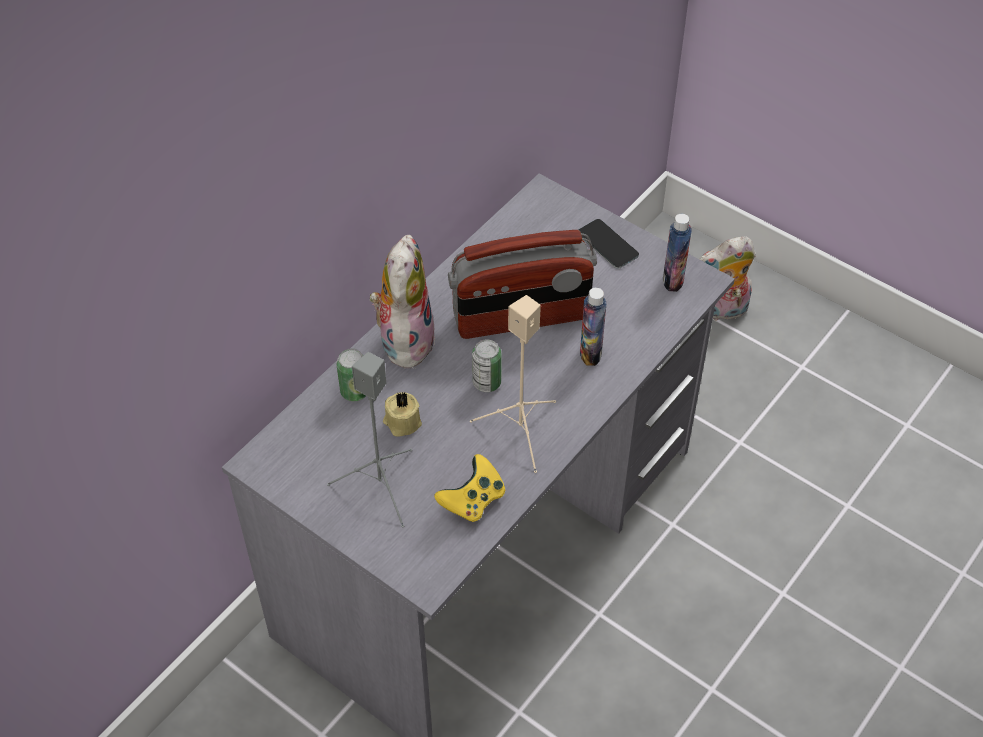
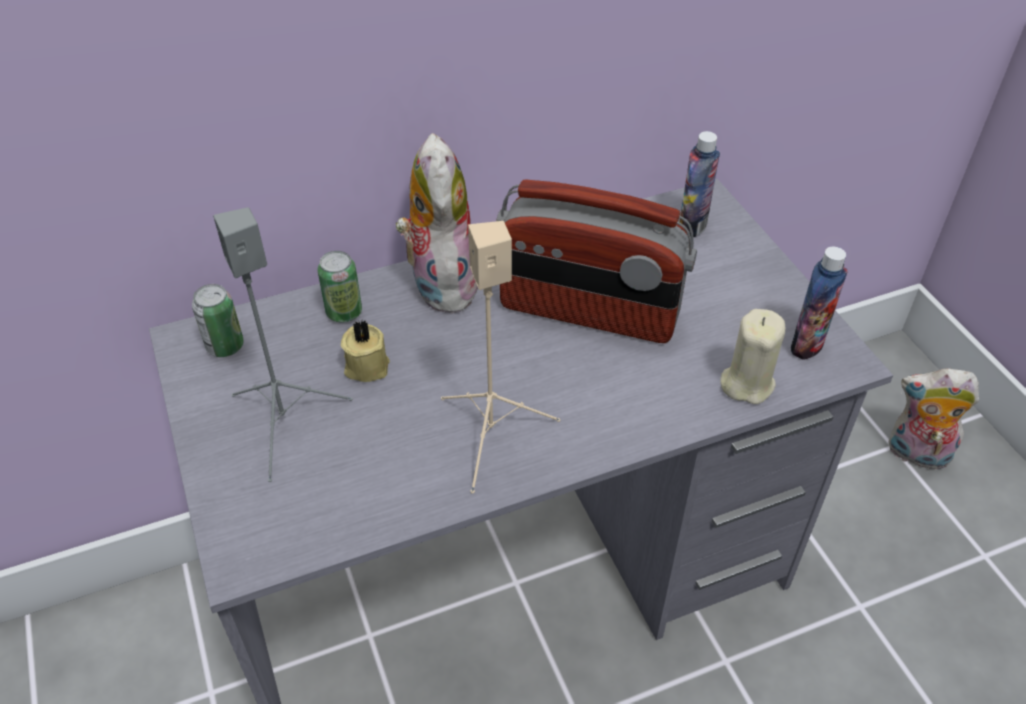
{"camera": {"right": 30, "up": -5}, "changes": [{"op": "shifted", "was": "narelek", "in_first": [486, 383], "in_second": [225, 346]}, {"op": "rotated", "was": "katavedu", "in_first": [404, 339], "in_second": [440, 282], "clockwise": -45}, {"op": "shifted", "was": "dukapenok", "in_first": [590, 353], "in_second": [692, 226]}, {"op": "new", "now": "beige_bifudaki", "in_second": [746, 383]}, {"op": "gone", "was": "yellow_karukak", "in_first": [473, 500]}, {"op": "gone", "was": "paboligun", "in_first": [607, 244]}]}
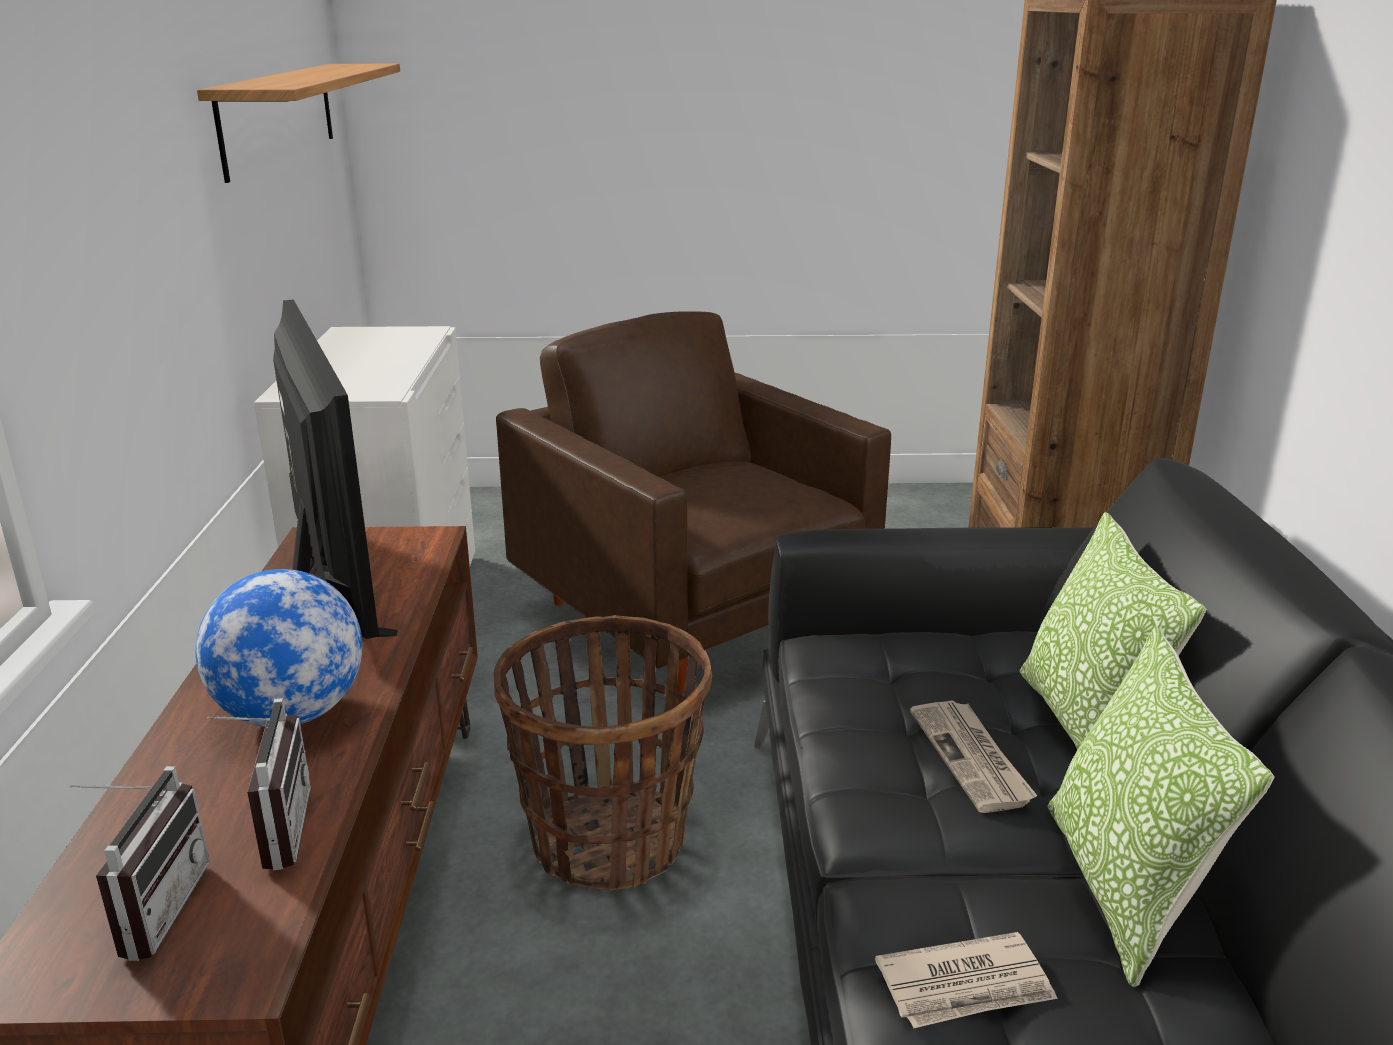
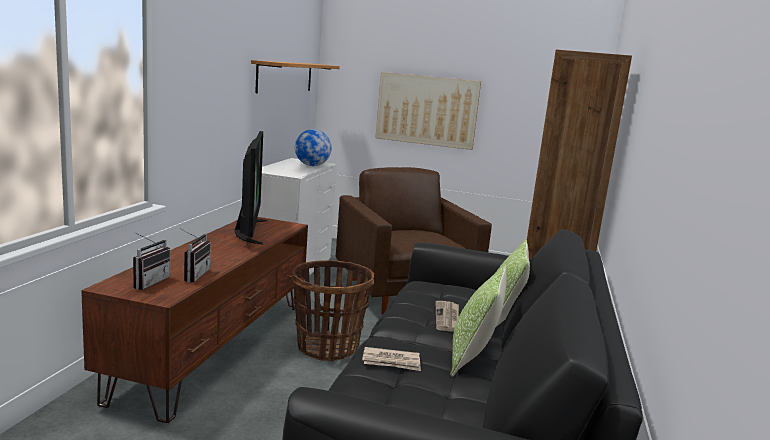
{"camera": {"right": 15, "up": -10}, "changes": [{"op": "shifted", "was": "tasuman", "in_first": [292, 714], "in_second": [312, 165]}, {"op": "new", "now": "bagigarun", "in_second": [427, 110]}]}
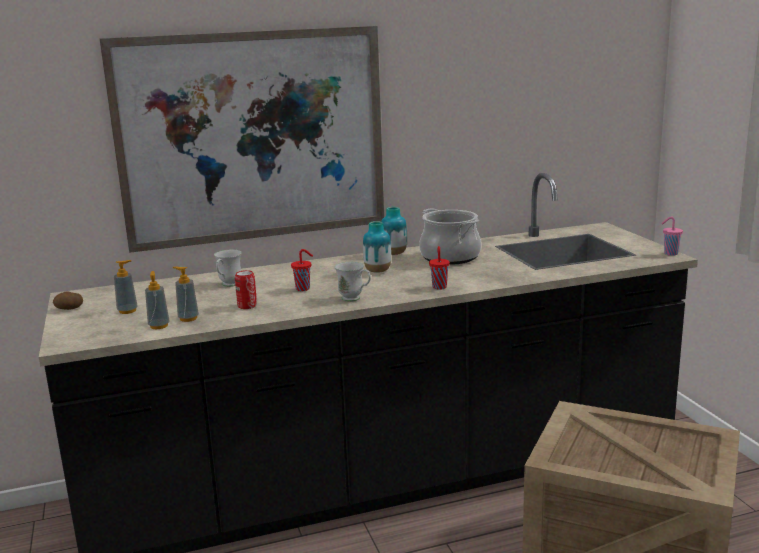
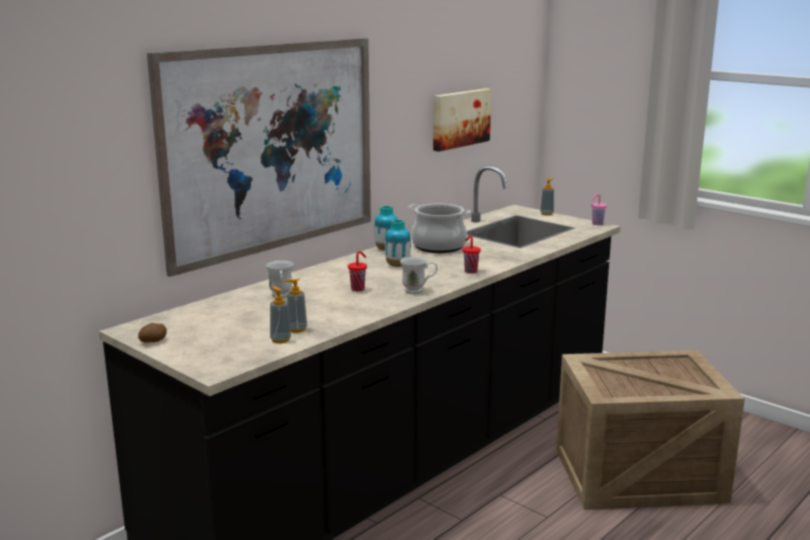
{"camera": {"right": -30, "up": 0}, "changes": [{"op": "new", "now": "bagigarun", "in_second": [459, 118]}, {"op": "shifted", "was": "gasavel", "in_first": [127, 311], "in_second": [546, 214]}, {"op": "gone", "was": "narelek", "in_first": [247, 306]}]}
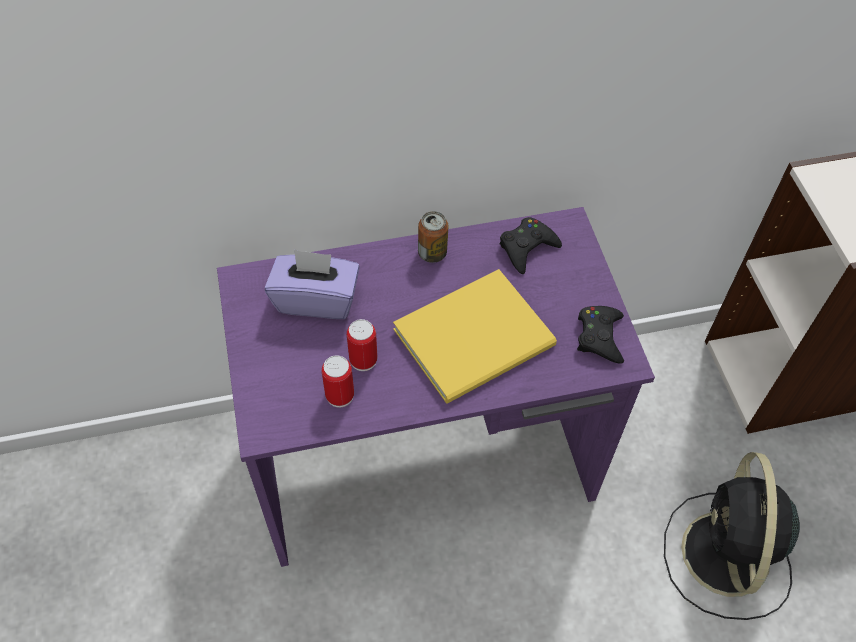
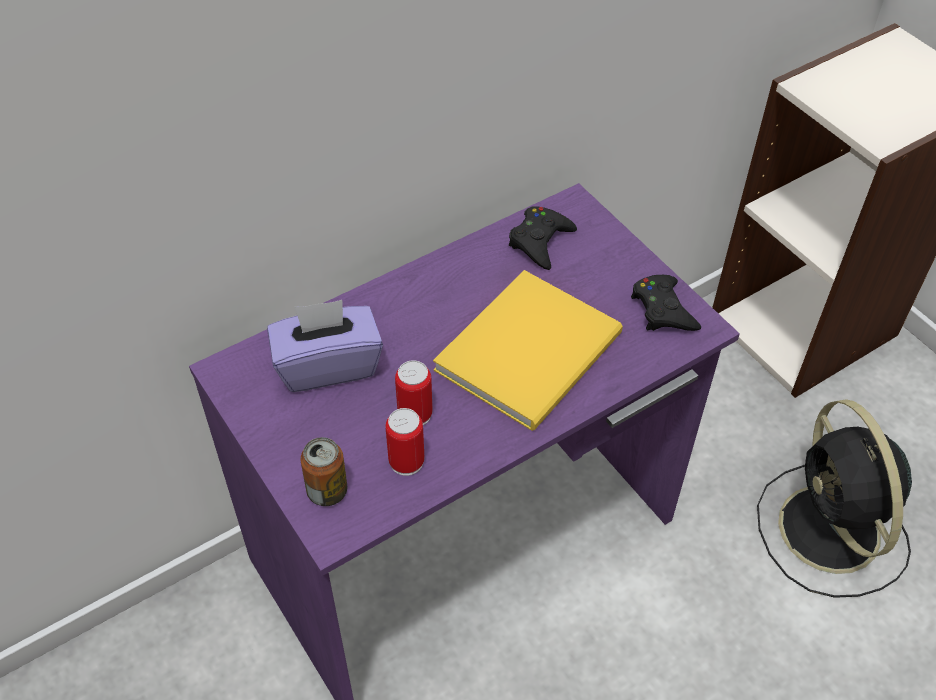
{"camera": {"right": -20, "up": -5}, "changes": [{"op": "shifted", "was": "narelek", "in_first": [432, 253], "in_second": [327, 491]}]}
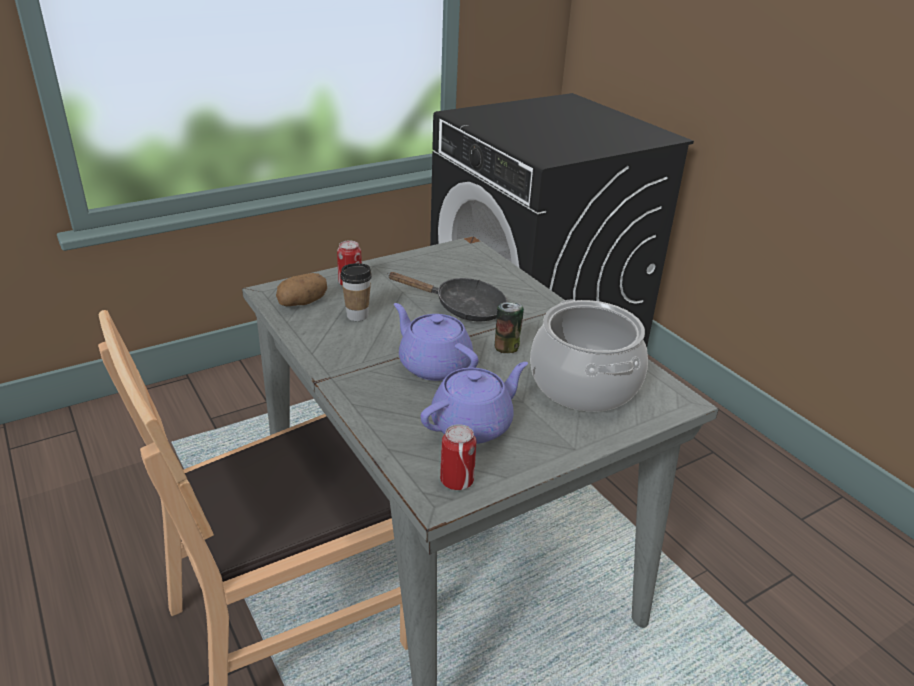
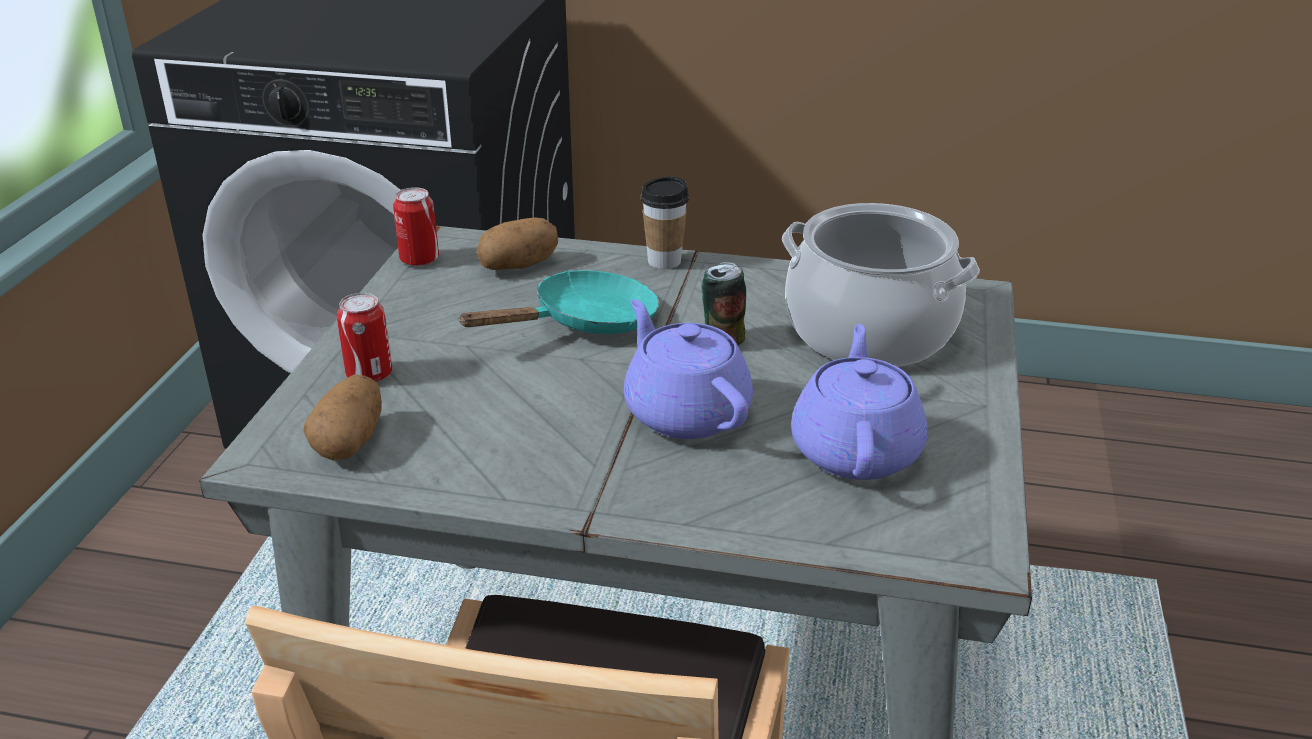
{"camera": {"right": -45, "up": 0}, "changes": [{"op": "shifted", "was": "narelek", "in_first": [457, 481], "in_second": [419, 259]}, {"op": "repainted", "was": "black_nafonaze", "now": "turquoise_nafonaze", "in_first": [462, 308], "in_second": [585, 323]}, {"op": "new", "now": "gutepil", "in_second": [518, 265]}, {"op": "rotated", "was": "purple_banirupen", "in_first": [433, 365], "in_second": [685, 411], "clockwise": 60}, {"op": "shifted", "was": "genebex", "in_first": [357, 315], "in_second": [664, 261]}]}
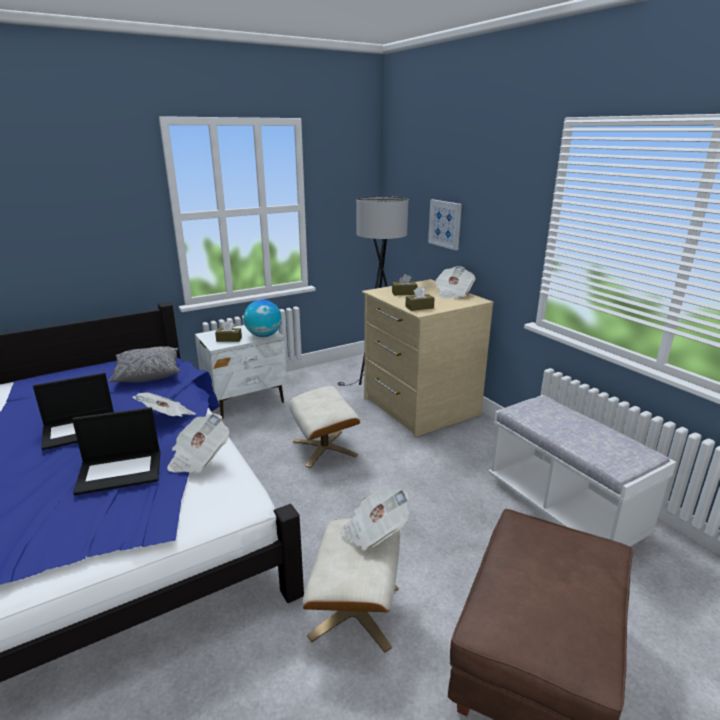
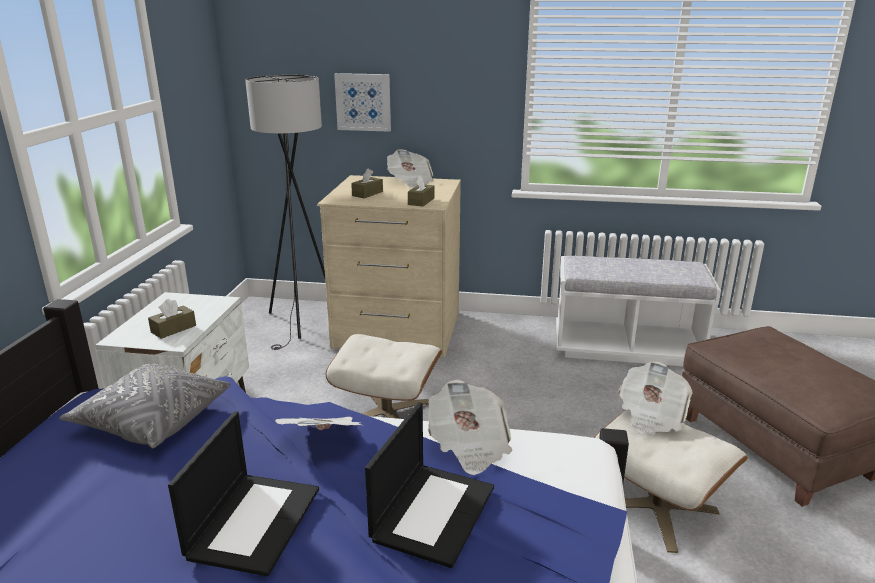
{"camera": {"right": -50, "up": 0}, "changes": [{"op": "gone", "was": "tasuman", "in_first": [264, 335]}]}
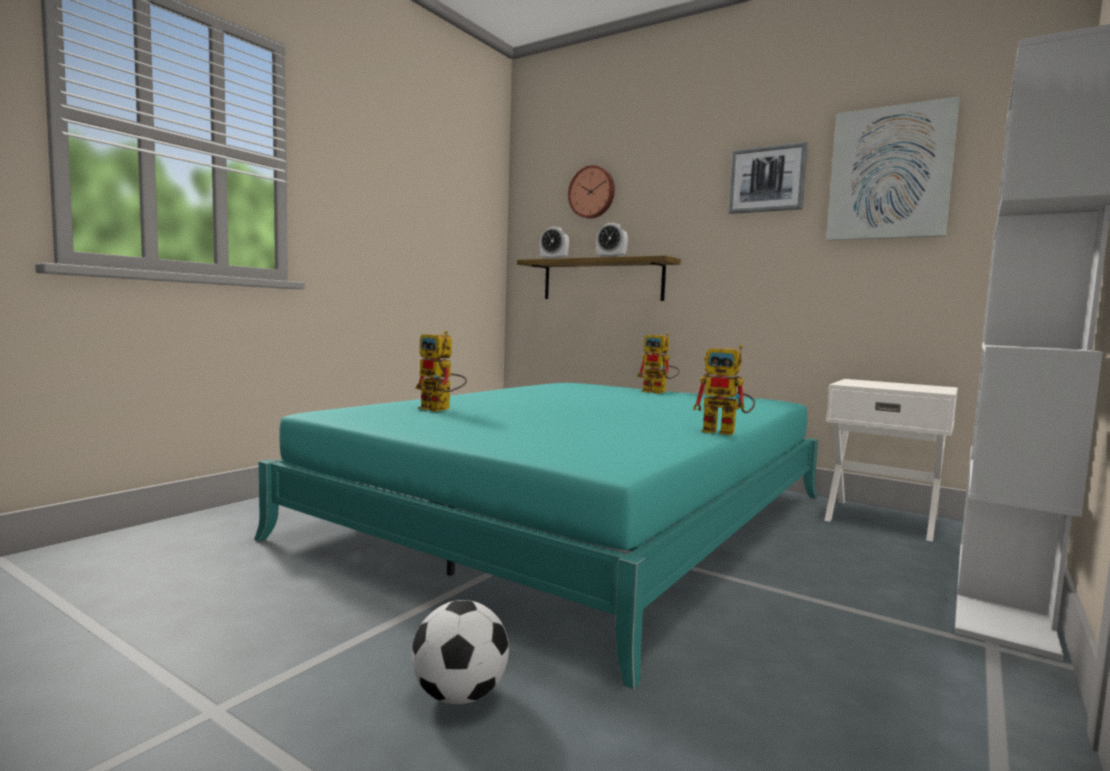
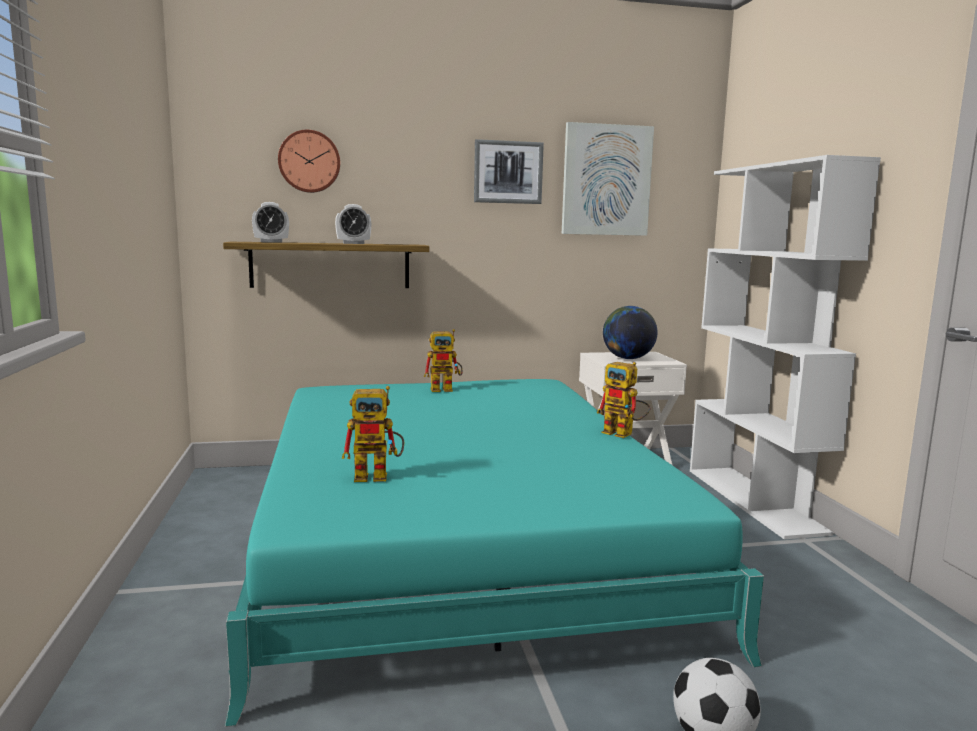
{"camera": {"right": -45, "up": 5}, "changes": [{"op": "rotated", "was": "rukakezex", "in_first": [726, 432], "in_second": [624, 434], "clockwise": 60}, {"op": "new", "now": "tasuman", "in_second": [627, 358]}]}
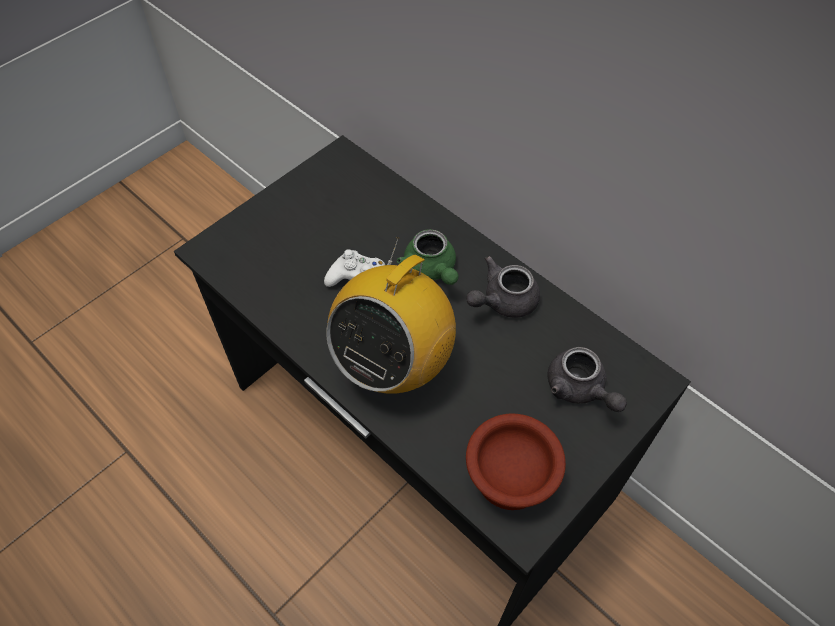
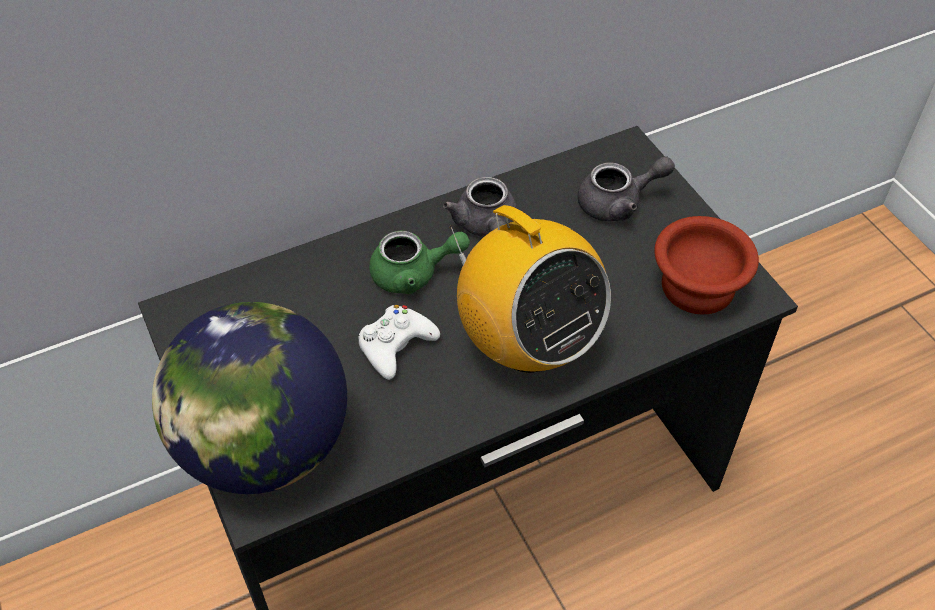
{"camera": {"right": -70, "up": -5}, "changes": [{"op": "new", "now": "tasuman", "in_second": [263, 447]}]}
